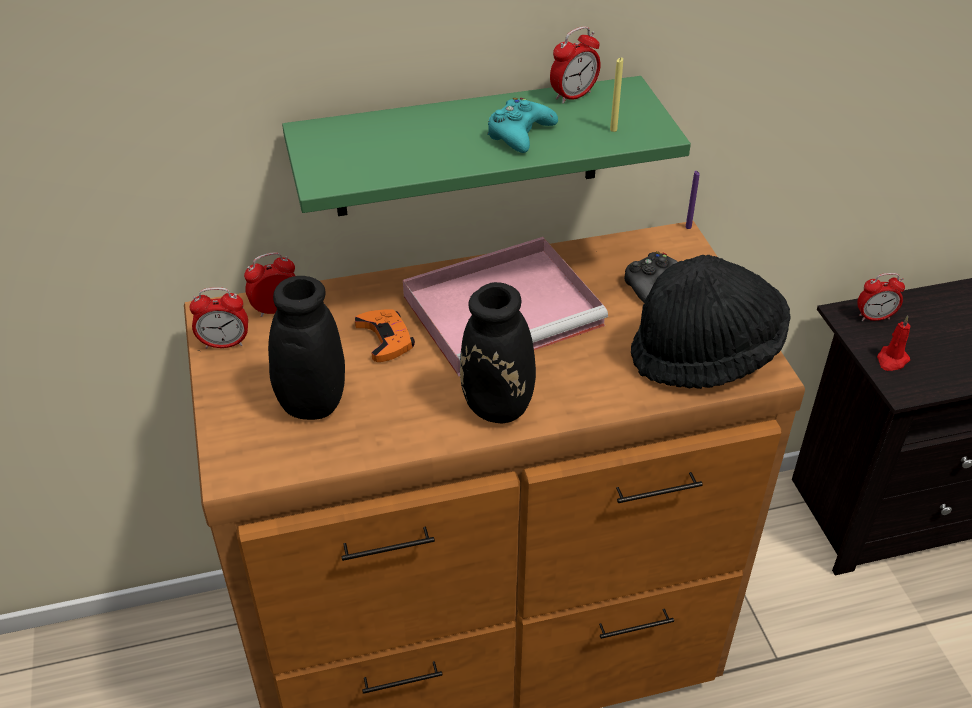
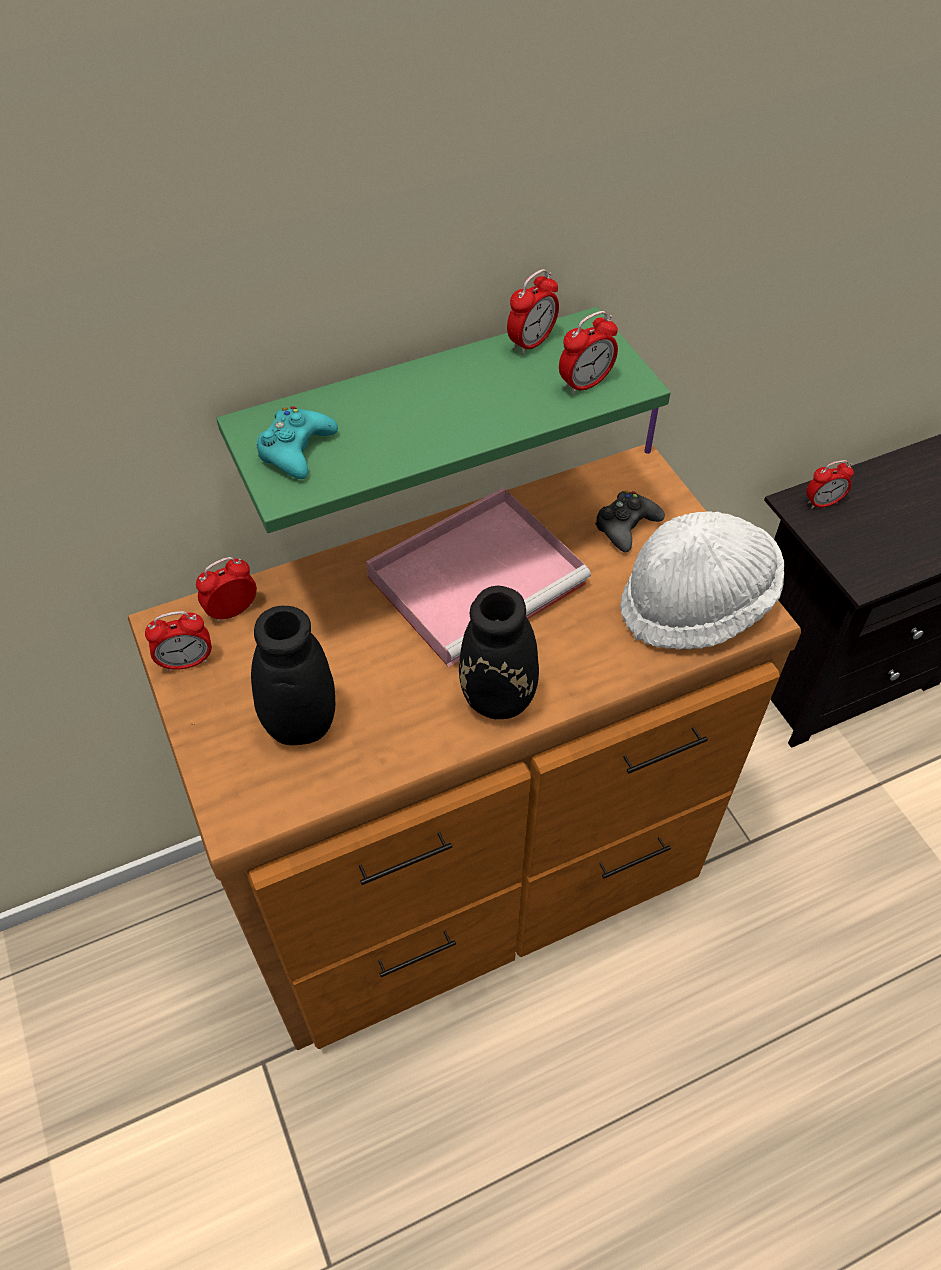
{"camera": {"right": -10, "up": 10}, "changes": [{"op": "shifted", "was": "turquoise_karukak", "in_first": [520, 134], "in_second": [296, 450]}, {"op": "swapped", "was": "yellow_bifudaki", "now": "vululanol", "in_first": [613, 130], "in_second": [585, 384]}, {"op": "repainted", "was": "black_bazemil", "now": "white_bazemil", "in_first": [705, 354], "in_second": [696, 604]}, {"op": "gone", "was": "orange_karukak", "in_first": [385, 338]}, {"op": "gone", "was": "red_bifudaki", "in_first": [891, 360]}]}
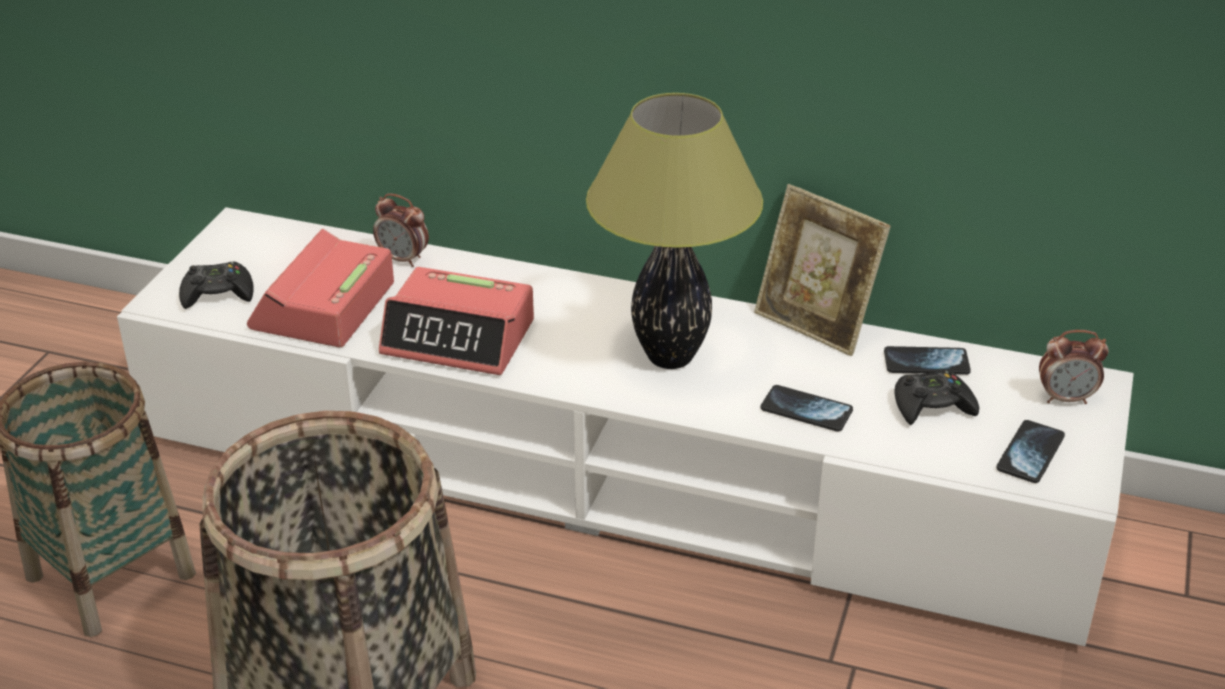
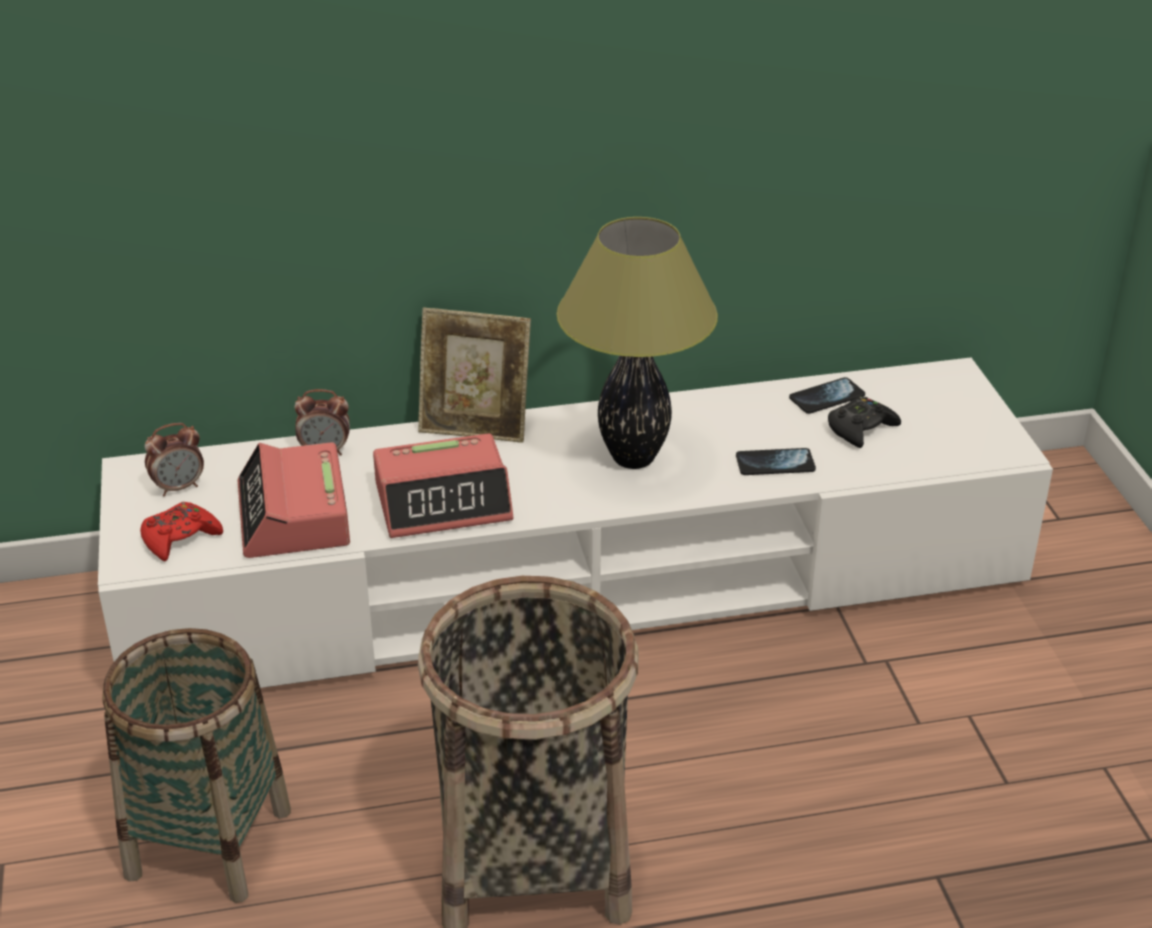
{"camera": {"right": -30, "up": 0}, "changes": [{"op": "repainted", "was": "black_karukak", "now": "red_karukak", "in_first": [217, 294], "in_second": [180, 538]}, {"op": "shifted", "was": "vululanol", "in_first": [1066, 398], "in_second": [179, 487]}, {"op": "shifted", "was": "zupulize", "in_first": [815, 325], "in_second": [475, 426]}, {"op": "gone", "was": "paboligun", "in_first": [1030, 453]}]}
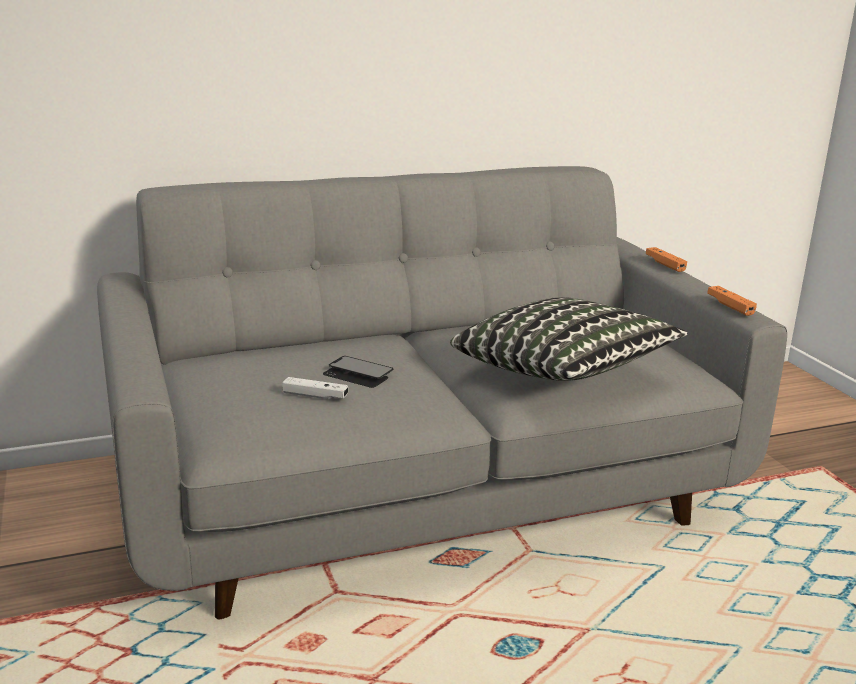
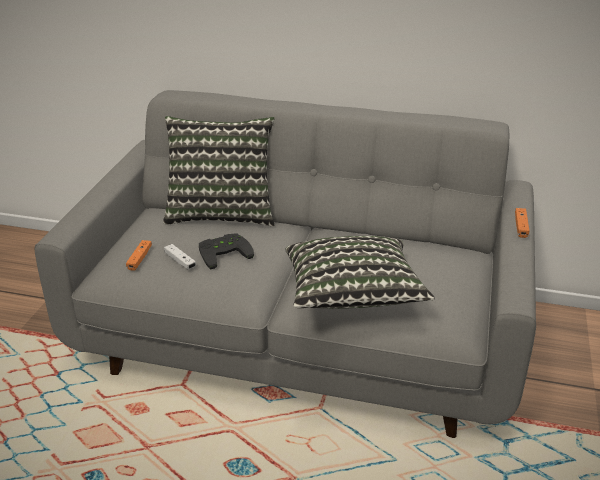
{"camera": {"right": 35, "up": 10}, "changes": [{"op": "shifted", "was": "orange_karukak", "in_first": [730, 306], "in_second": [139, 259]}, {"op": "new", "now": "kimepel", "in_second": [221, 212]}, {"op": "swapped", "was": "paboligun", "now": "black_karukak", "in_first": [358, 374], "in_second": [223, 253]}]}
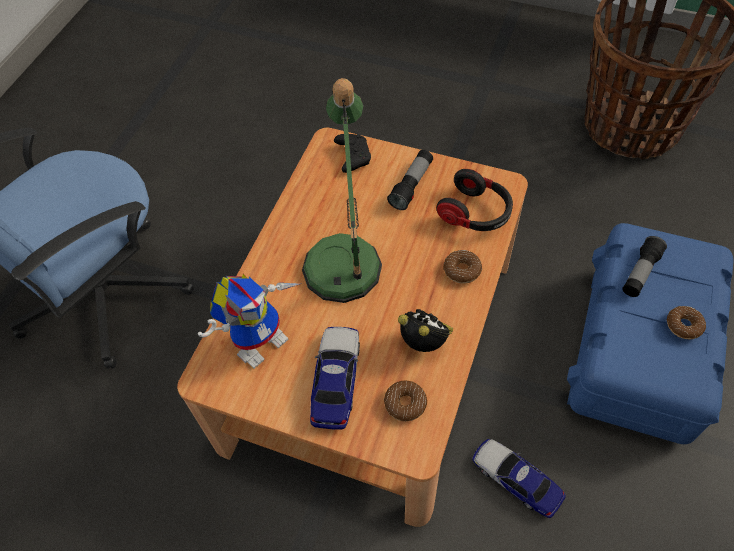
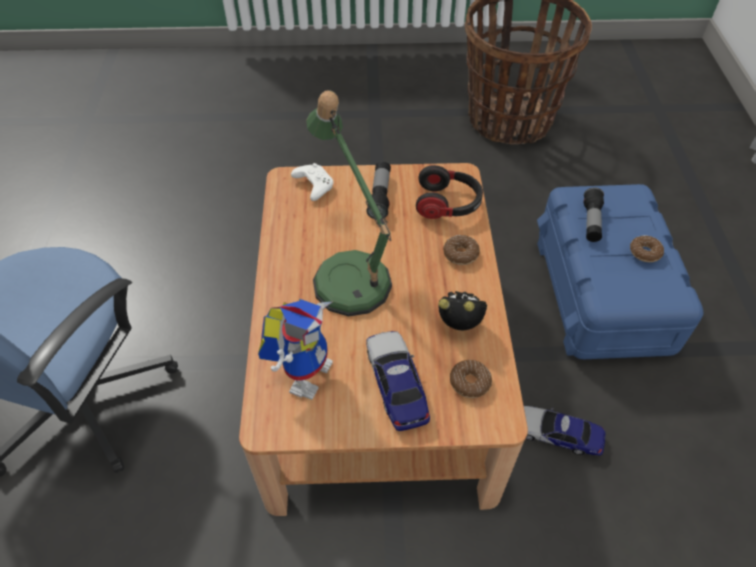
{"camera": {"right": -25, "up": -5}, "changes": [{"op": "repainted", "was": "black_karukak", "now": "white_karukak", "in_first": [352, 156], "in_second": [313, 186]}]}
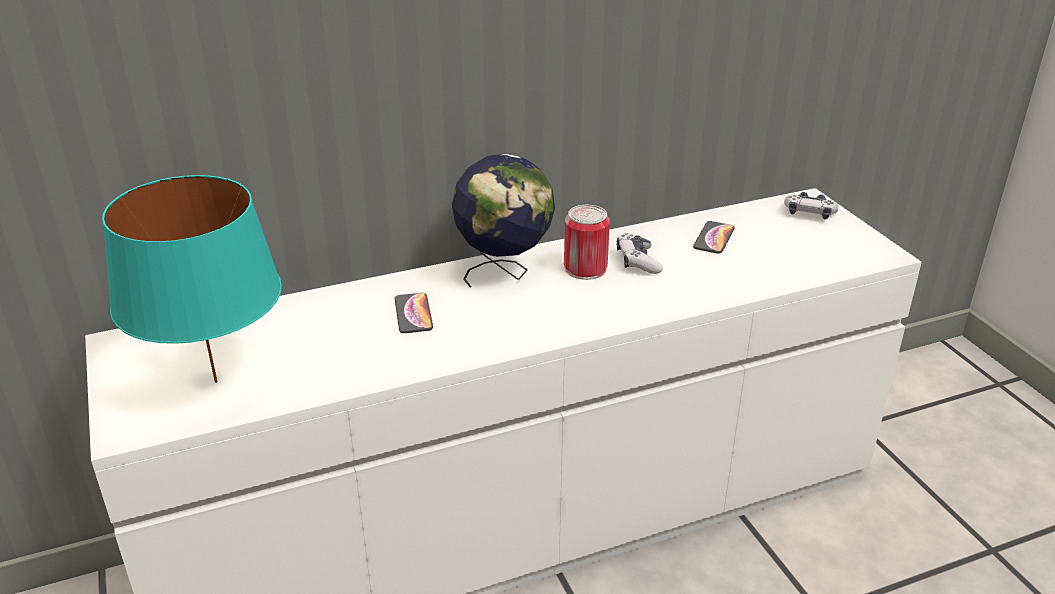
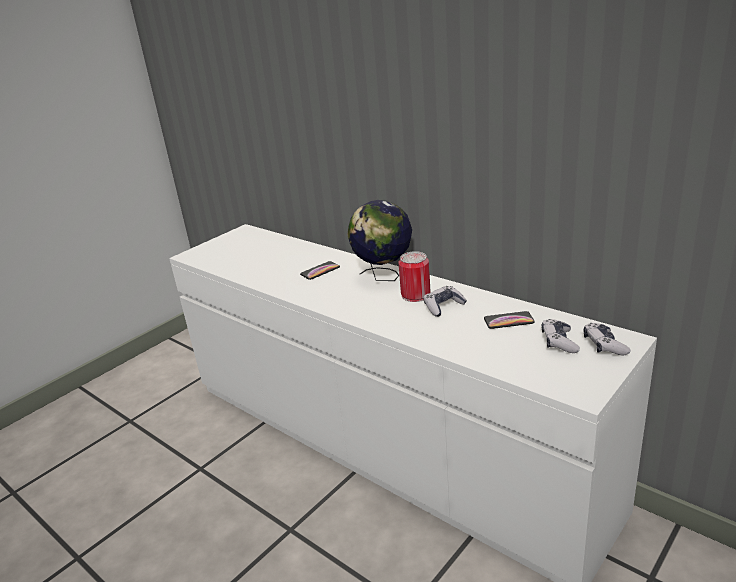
{"camera": {"right": 65, "up": -5}, "changes": [{"op": "new", "now": "karukak", "in_second": [559, 342]}, {"op": "gone", "was": "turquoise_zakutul", "in_first": [215, 382]}]}
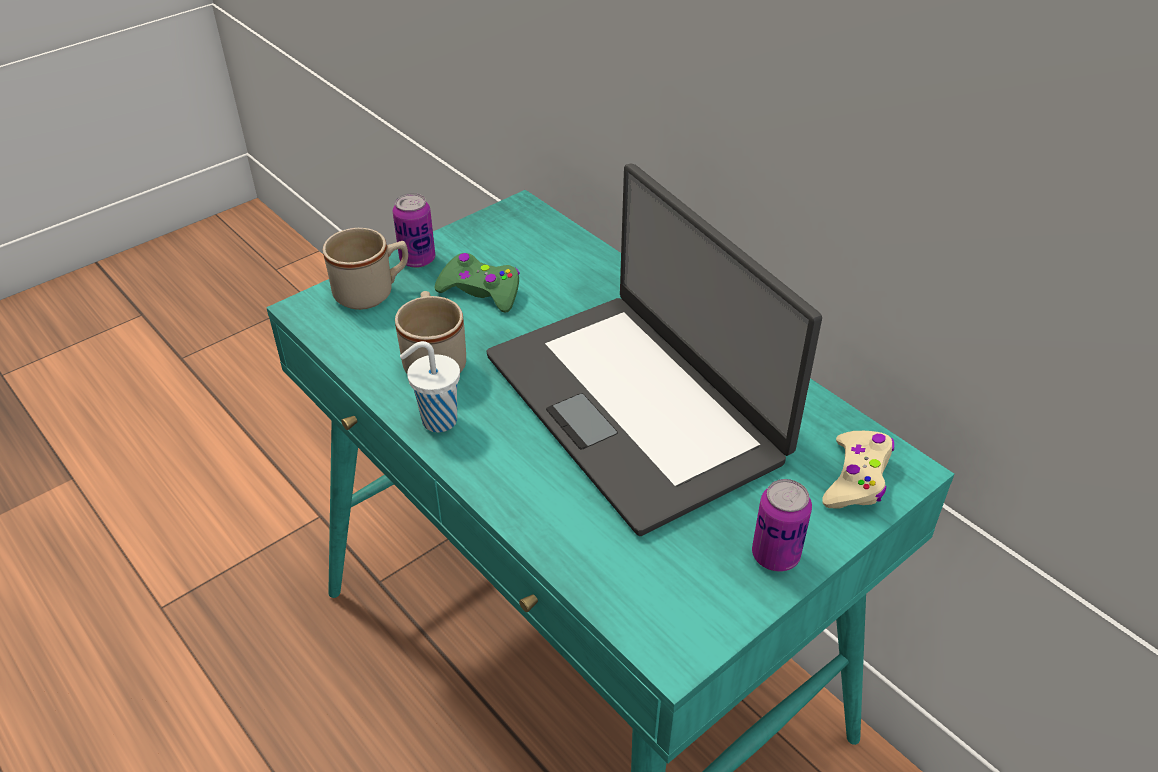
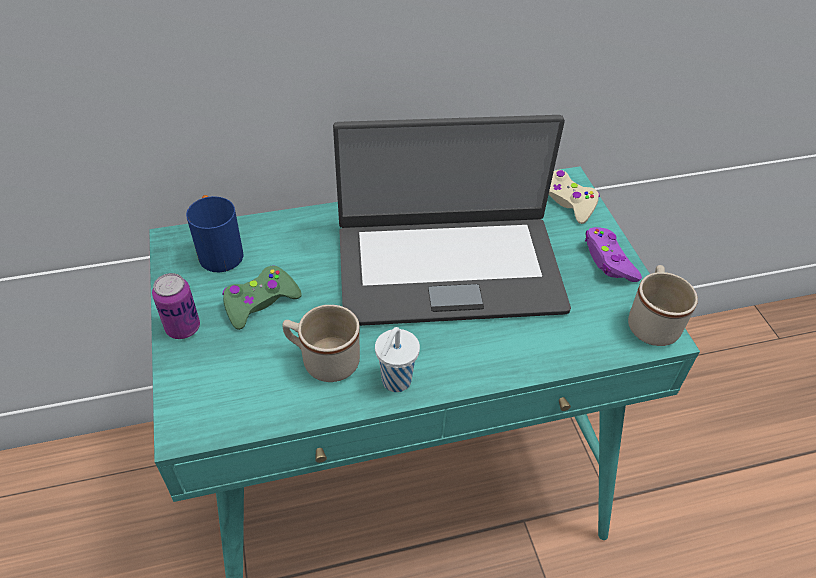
{"camera": {"right": -65, "up": 5}, "changes": [{"op": "new", "now": "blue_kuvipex", "in_second": [219, 251]}, {"op": "swapped", "was": "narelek", "now": "purple_karukak", "in_first": [775, 555], "in_second": [608, 260]}, {"op": "shifted", "was": "beige_kuvipex", "in_first": [372, 292], "in_second": [652, 321]}]}
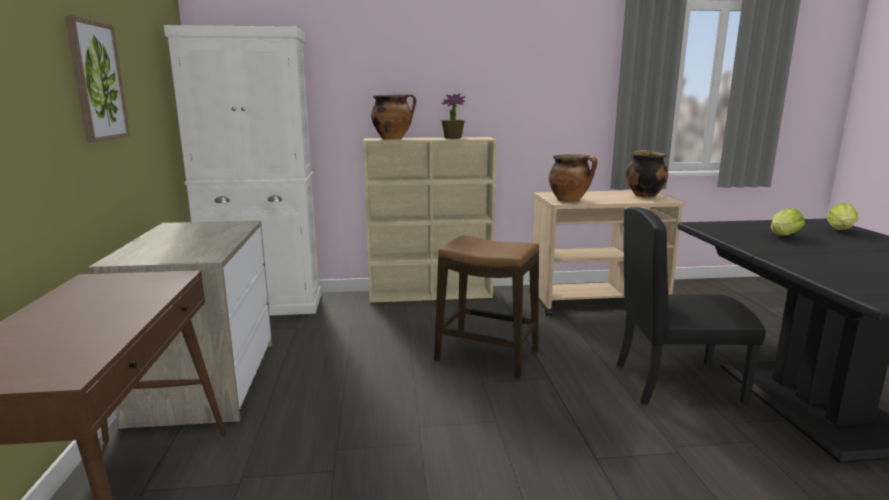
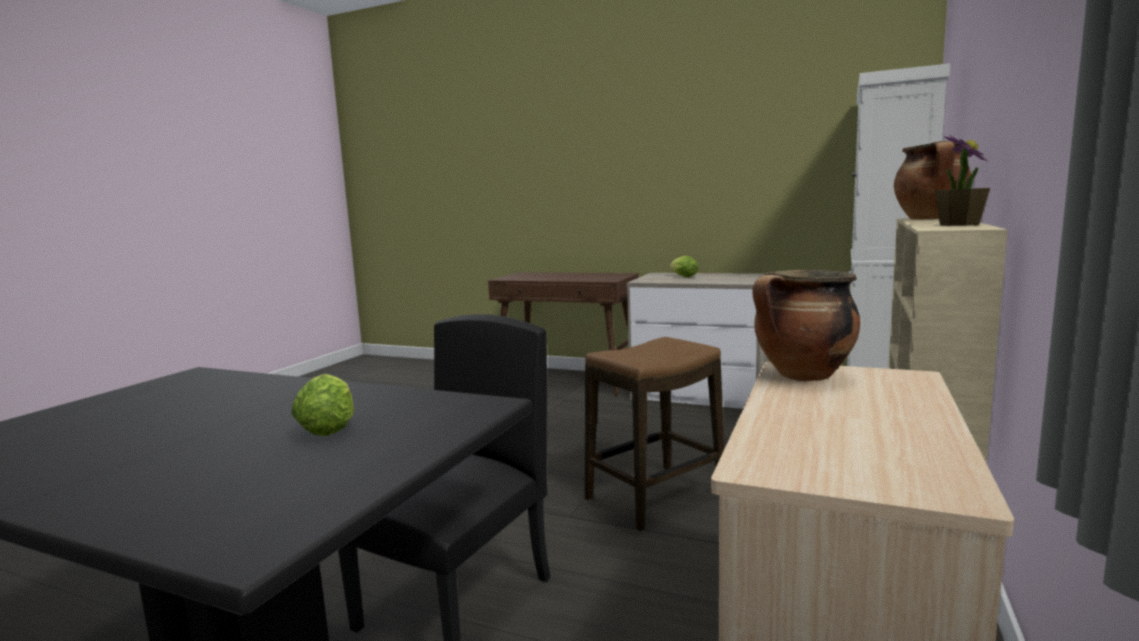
{"camera": {"right": 120, "up": -5}, "changes": [{"op": "shifted", "was": "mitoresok", "in_first": [841, 231], "in_second": [682, 276]}, {"op": "gone", "was": "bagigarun", "in_first": [96, 81]}, {"op": "gone", "was": "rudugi", "in_first": [643, 195]}]}
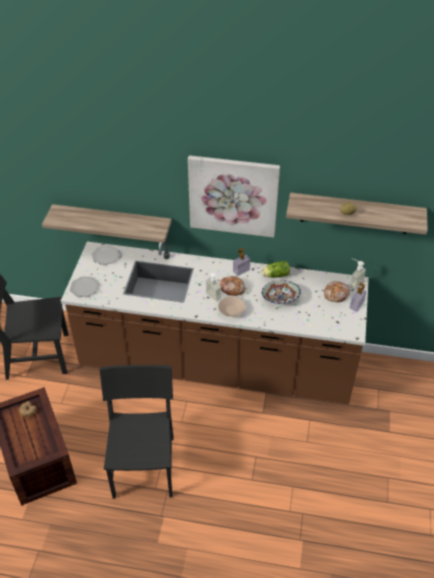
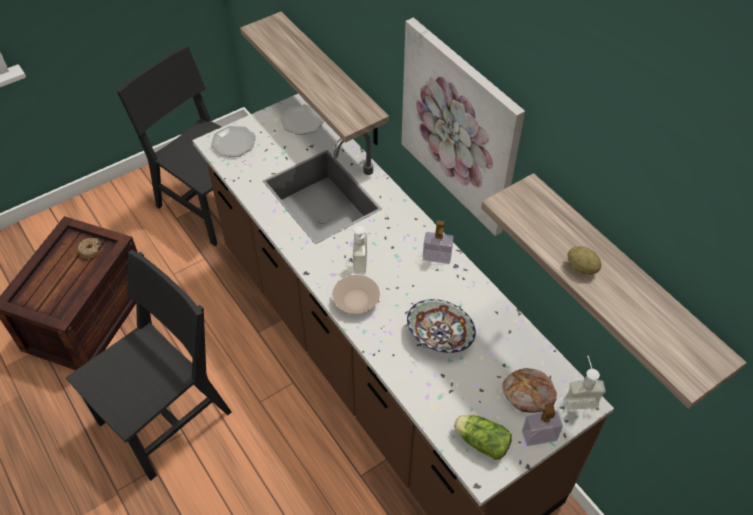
{"camera": {"right": 45, "up": 5}, "changes": [{"op": "shifted", "was": "mitoresok", "in_first": [275, 275], "in_second": [480, 441]}, {"op": "gone", "was": "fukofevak", "in_first": [232, 288]}]}
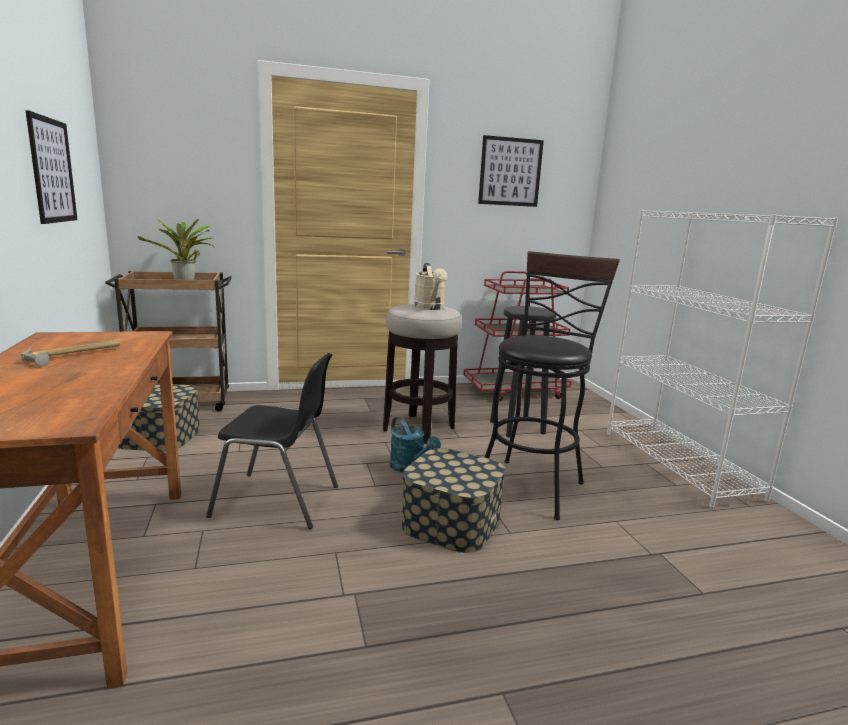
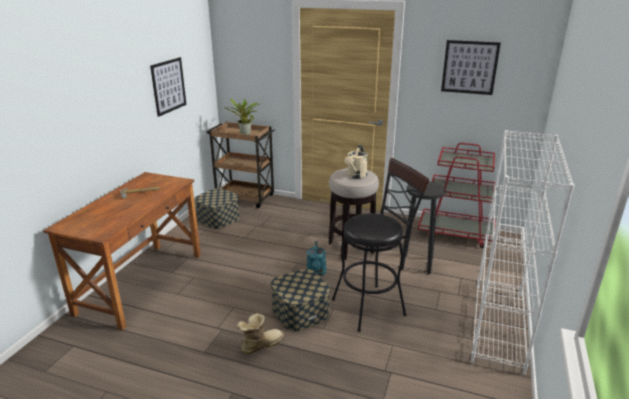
{"camera": {"right": 35, "up": 10}, "changes": [{"op": "new", "now": "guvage", "in_second": [260, 344]}, {"op": "gone", "was": "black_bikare", "in_first": [278, 501]}]}
